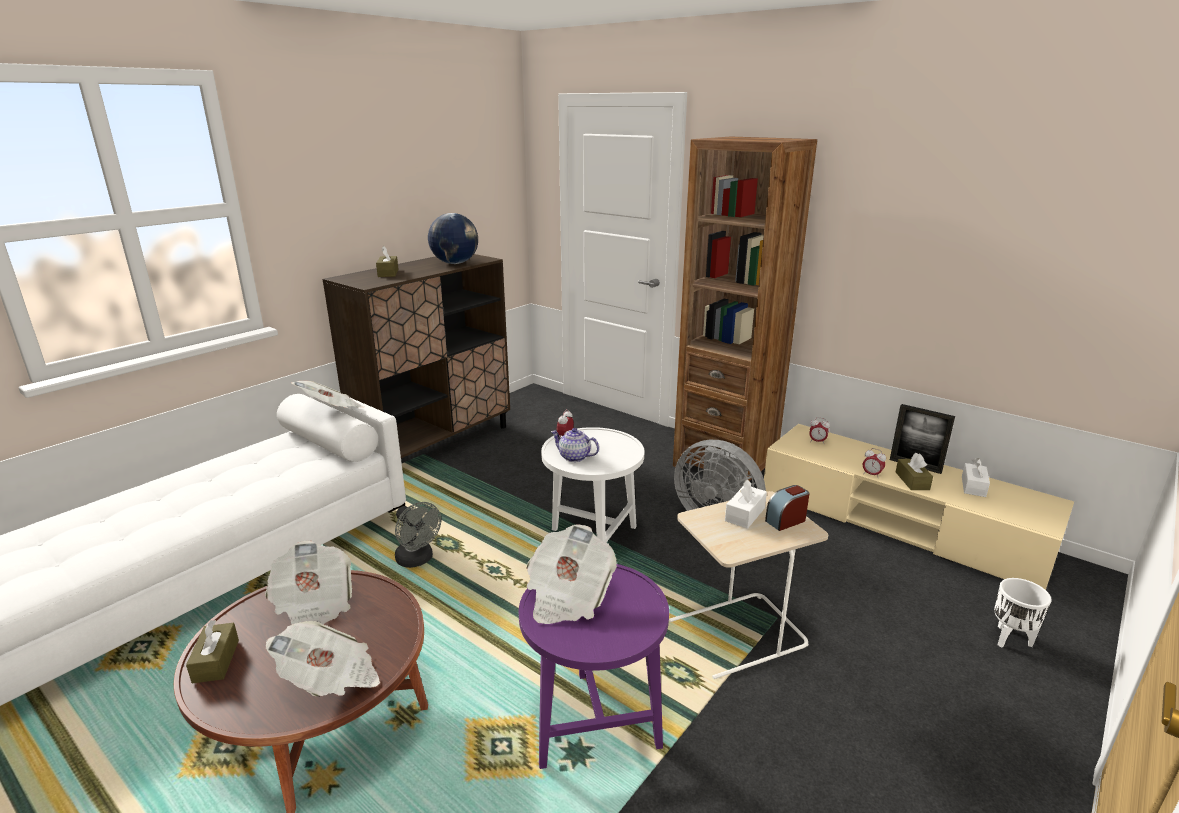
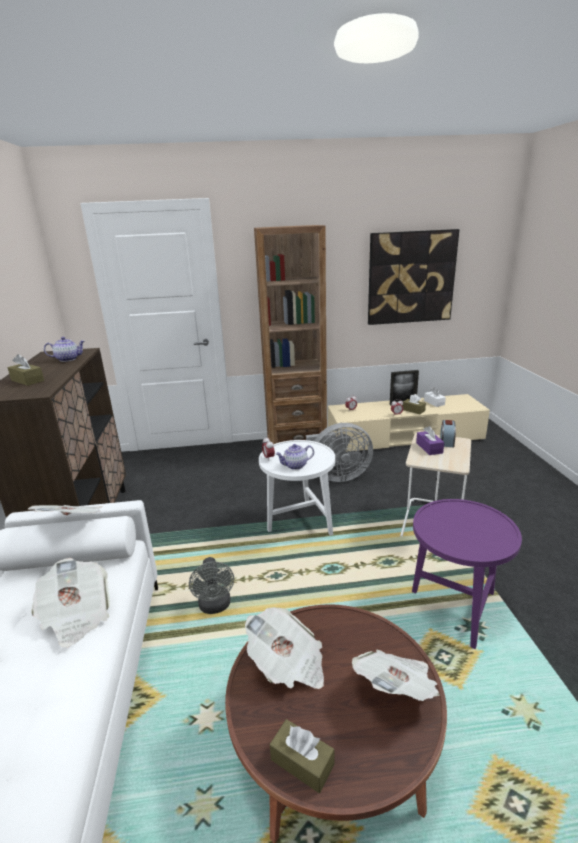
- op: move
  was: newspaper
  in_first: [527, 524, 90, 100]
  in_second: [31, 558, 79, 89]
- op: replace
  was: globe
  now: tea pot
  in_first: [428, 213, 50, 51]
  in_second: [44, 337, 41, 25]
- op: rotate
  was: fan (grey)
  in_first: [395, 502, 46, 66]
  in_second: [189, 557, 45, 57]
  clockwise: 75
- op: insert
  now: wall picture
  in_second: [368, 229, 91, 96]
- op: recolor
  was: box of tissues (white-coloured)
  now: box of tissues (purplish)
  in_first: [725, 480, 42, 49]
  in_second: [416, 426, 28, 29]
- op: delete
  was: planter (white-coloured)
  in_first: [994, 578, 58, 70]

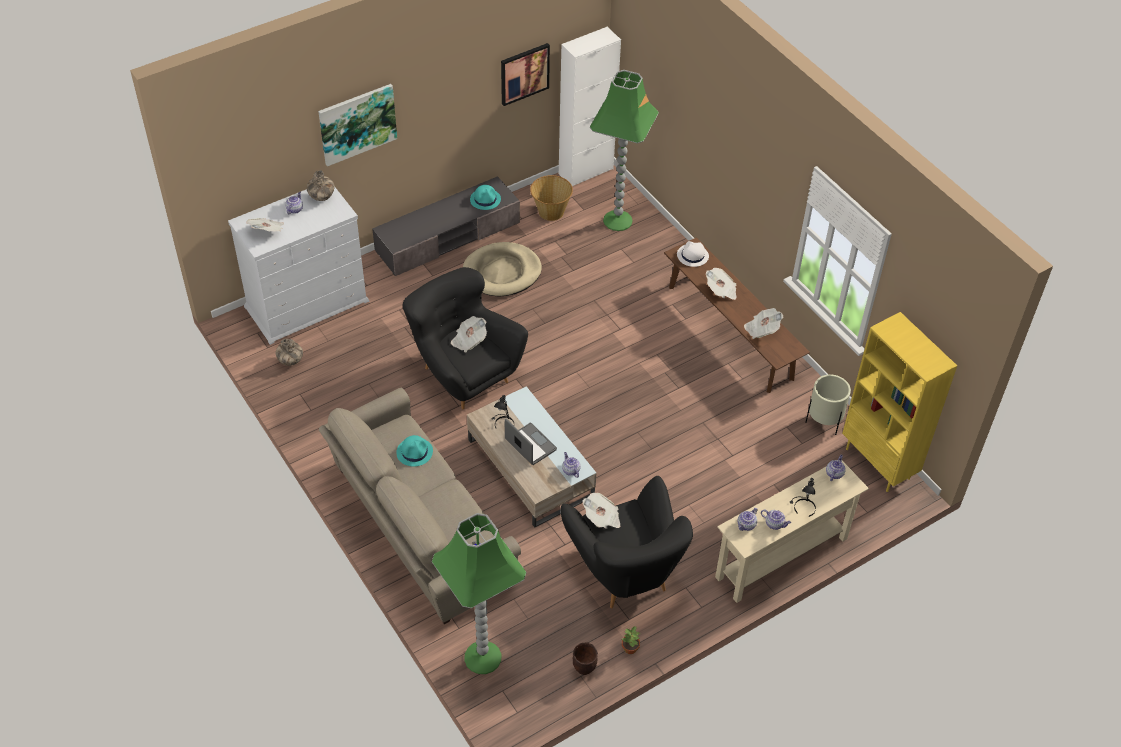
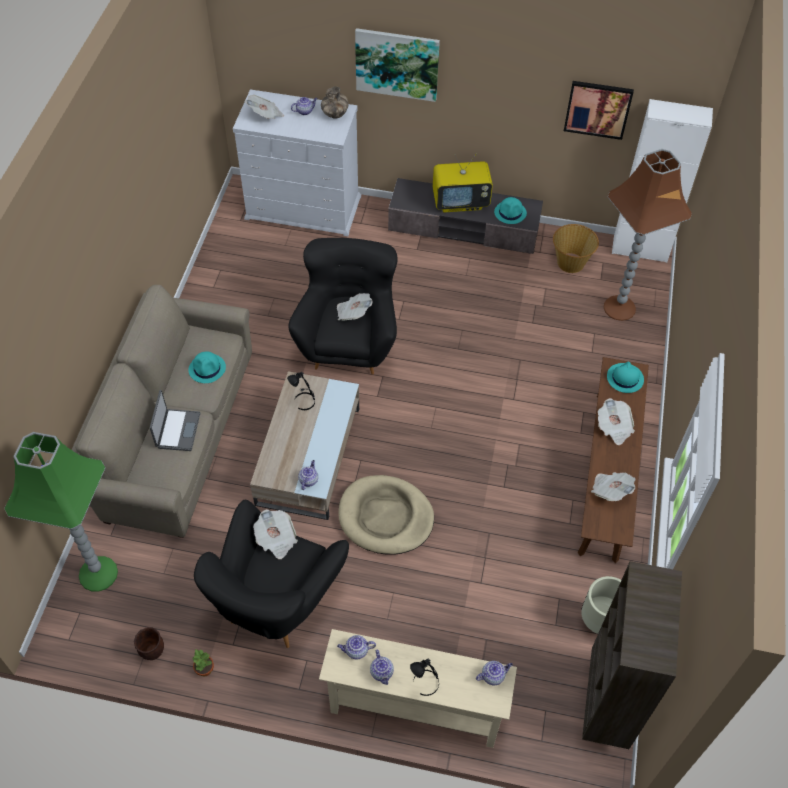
- op: move
  was: notebook computer
  in_first: [505, 419, 52, 46]
  in_second: [150, 390, 50, 61]
- op: move
  was: pet bed (beige-coloured)
  in_first: [463, 242, 79, 55]
  in_second: [338, 475, 96, 79]
- op: insert
  now: TV set
  in_second: [433, 153, 60, 59]
- op: recolor
  was: shelving unit (yellow-coloured)
  now: shelving unit (brown-coloured)
  in_first: [842, 312, 115, 180]
  in_second: [582, 561, 100, 188]
- op: recolor
  was: standard lamp (green)
  now: standard lamp (brown-coloured)
  in_first: [590, 70, 69, 161]
  in_second: [604, 149, 88, 172]
- op: recolor
  was: clothing hat (white-coloured)
  now: clothing hat (blue-green)
  in_first: [677, 241, 32, 26]
  in_second: [607, 362, 37, 31]
- op: delete
  was: decorative vase
  in_first: [276, 339, 27, 27]

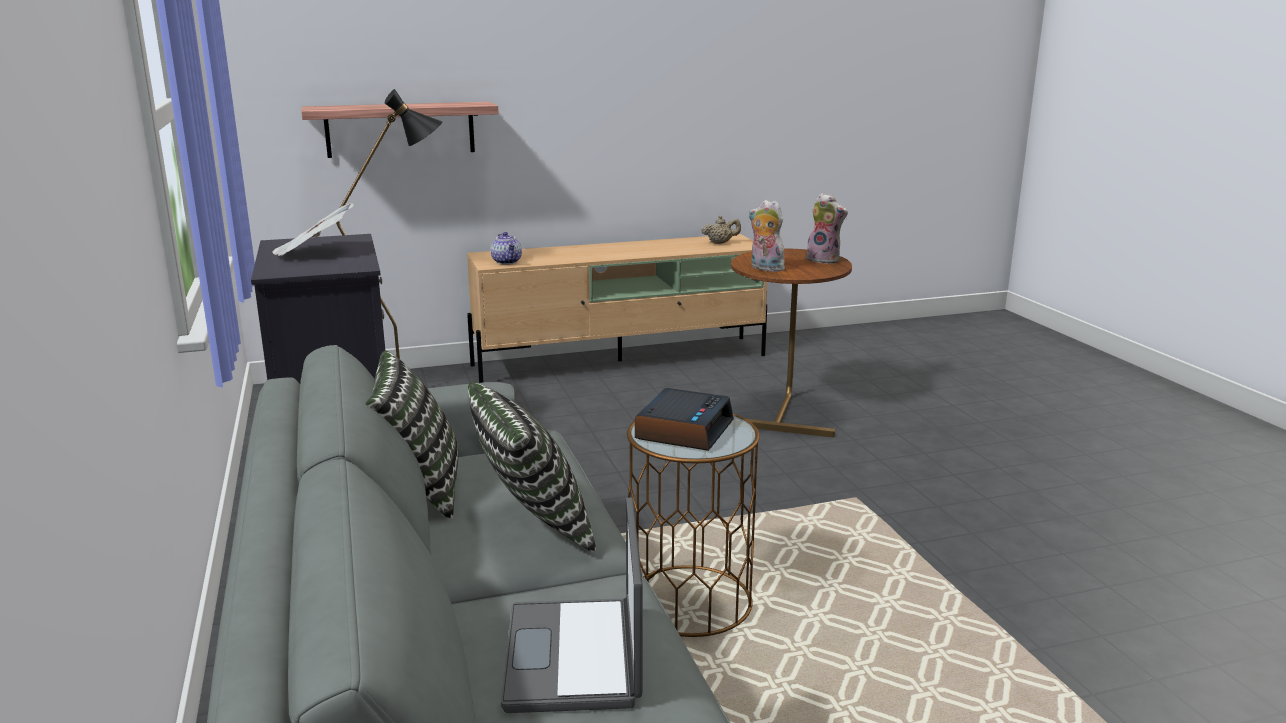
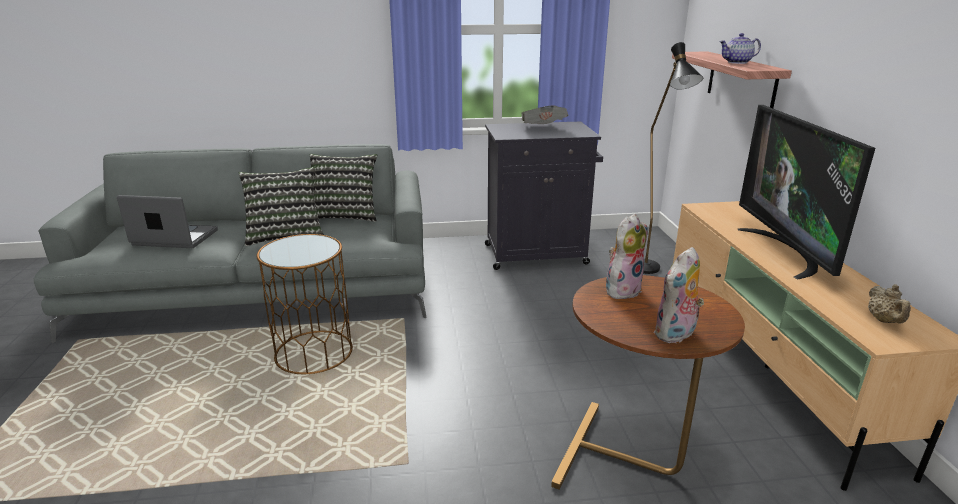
- op: move
  was: tea pot
  in_first: [491, 232, 31, 33]
  in_second: [720, 33, 41, 31]
- op: insert
  now: TV set
  in_second: [737, 105, 138, 174]
- op: delete
  was: alarm clock
  in_first: [635, 388, 99, 63]

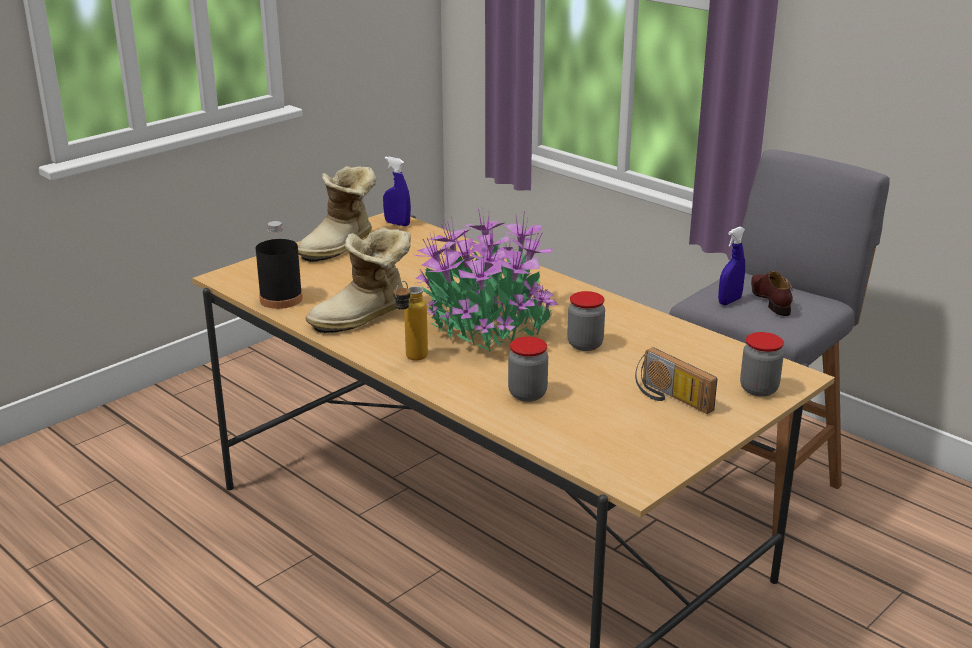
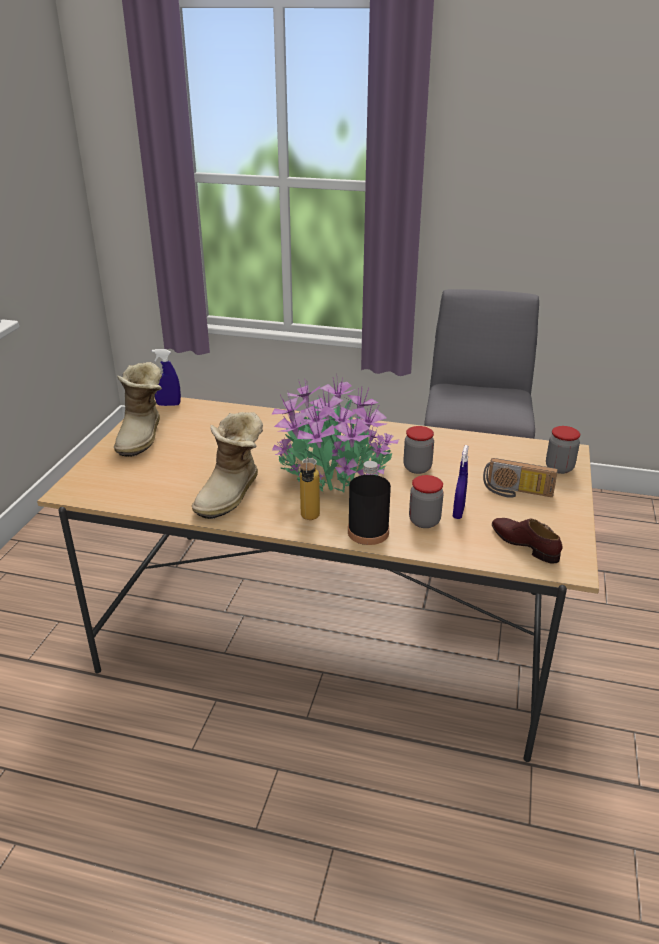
- op: move
  was: bottle (blackish)
  in_first: [256, 221, 47, 88]
  in_second: [348, 461, 43, 84]
- op: move
  was: spray bottle (blue-coloured)
  in_first: [718, 227, 27, 78]
  in_second: [453, 445, 16, 74]
- op: move
  was: item of footwear (brown-coloured)
  in_first: [751, 271, 42, 45]
  in_second: [492, 518, 70, 46]

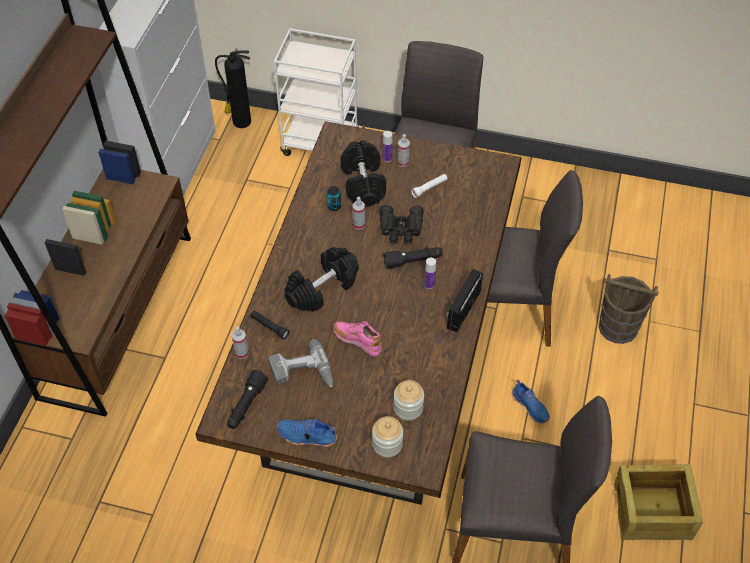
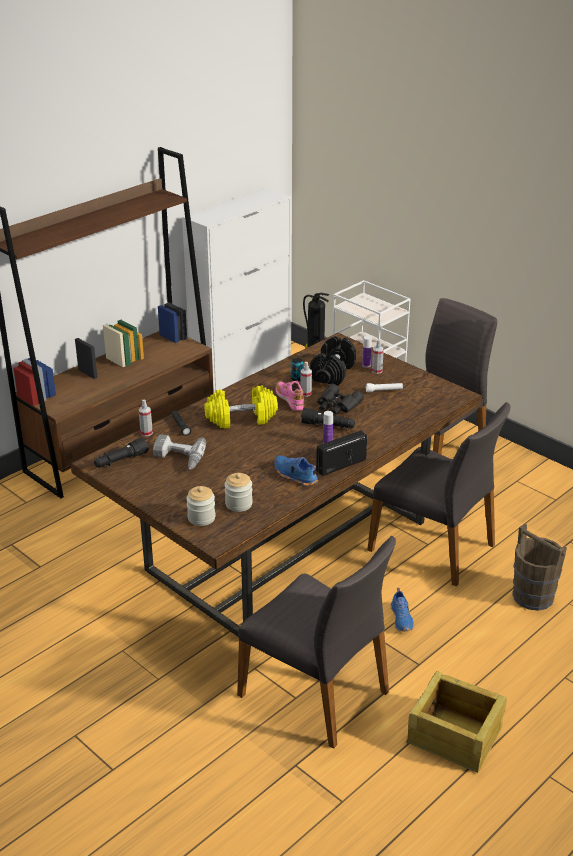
- op: recolor
  was: dumbbell (blackish)
  now: dumbbell (yellow-coloured)
  in_first: [285, 247, 73, 65]
  in_second: [204, 385, 74, 44]
- op: move
  was: item of footwear (blue-coloured)
  in_first: [277, 419, 61, 28]
  in_second: [274, 455, 44, 31]
- op: move
  was: item of footwear (pink-coloured)
  in_first: [333, 321, 49, 35]
  in_second: [276, 381, 28, 30]

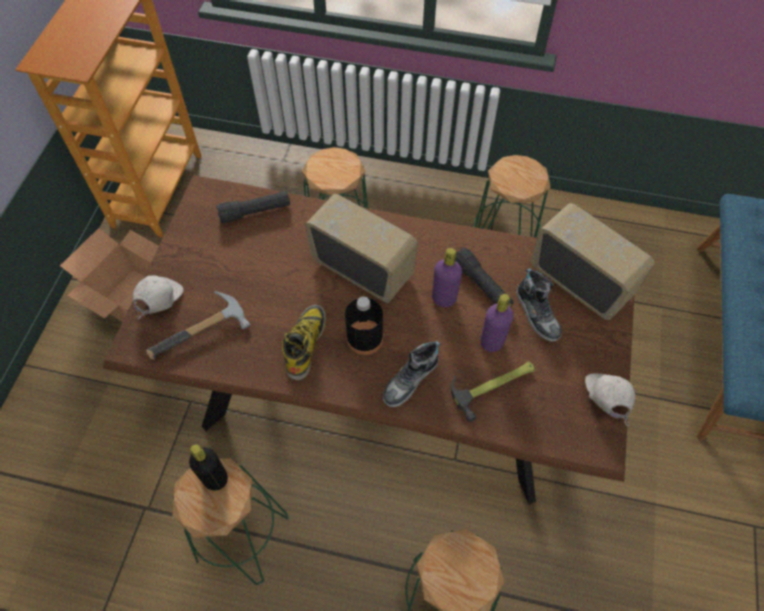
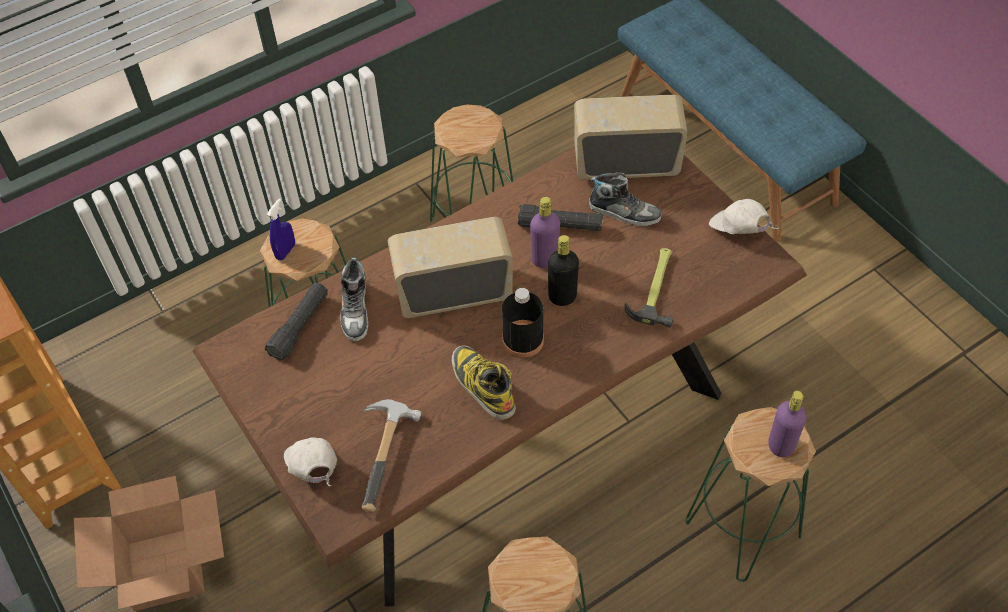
- op: insert
  now: spray bottle (blue-coloured)
  in_second: [267, 198, 28, 63]
- op: move
  was: item of footwear
  in_first: [383, 341, 58, 66]
  in_second: [341, 258, 28, 83]
- op: move
  was: bottle (blackish)
  in_first: [189, 444, 39, 46]
  in_second: [548, 235, 31, 71]
- op: move
  was: bottle (purplish)
  in_first: [480, 294, 33, 58]
  in_second: [768, 391, 38, 66]

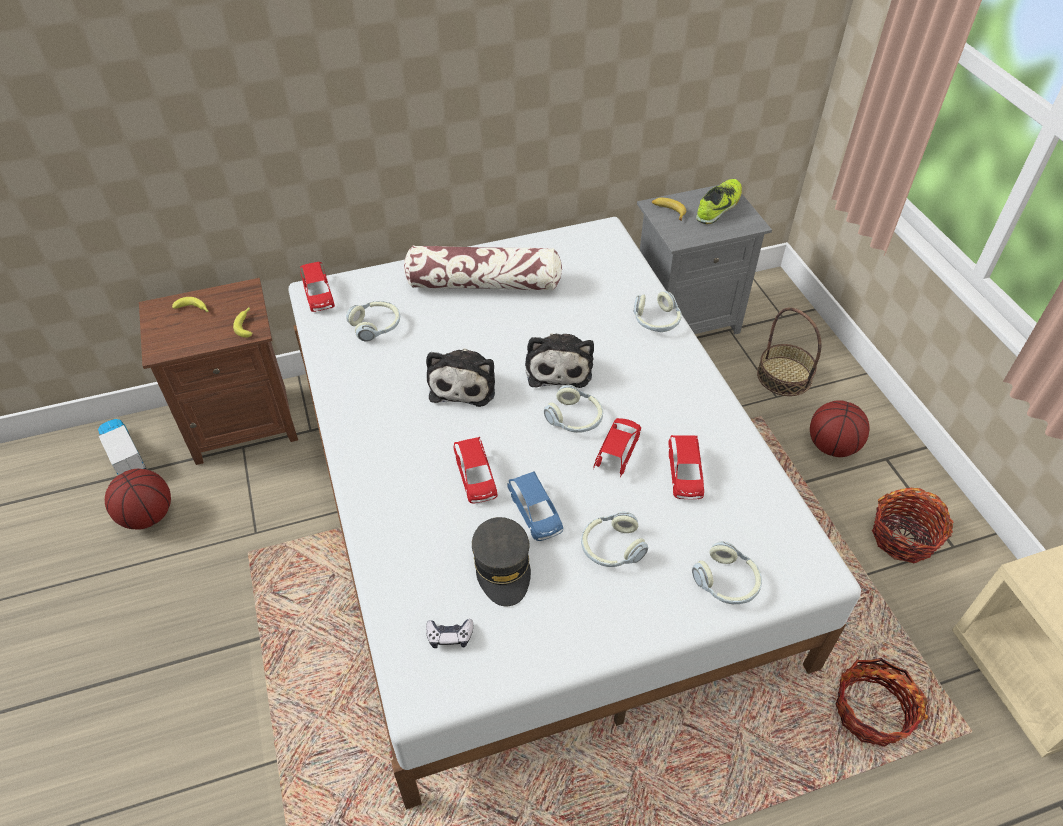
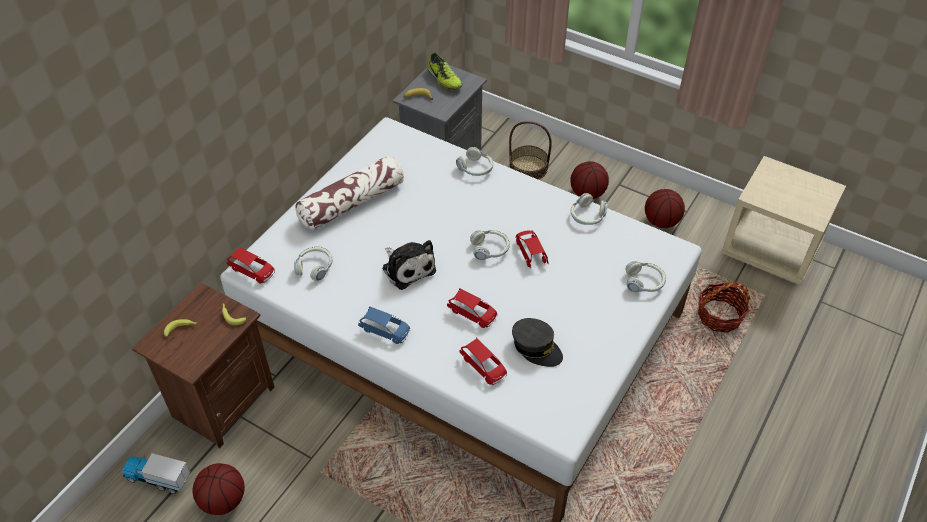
- op: move
  was: miniature car (blue-coloured)
  in_first: [507, 472, 56, 69]
  in_second: [358, 307, 52, 37]
- op: rotate
  was: item of footwear
  in_first: [696, 179, 46, 45]
  in_second: [428, 52, 34, 38]
  clockwise: 150
- op: move
  was: miniature car (red-coloured)
  in_first: [668, 435, 36, 64]
  in_second: [460, 338, 47, 47]
- op: move
  was: headset
  in_first: [581, 512, 67, 55]
  in_second: [571, 193, 37, 32]
- op: replace
  was: household basket
  now: basketball
  in_first: [872, 488, 81, 76]
  in_second: [645, 189, 40, 39]
- op: delete
  was: joypad
  in_first: [426, 619, 47, 29]
- op: delete
  was: soft toy
  in_first: [525, 333, 69, 55]

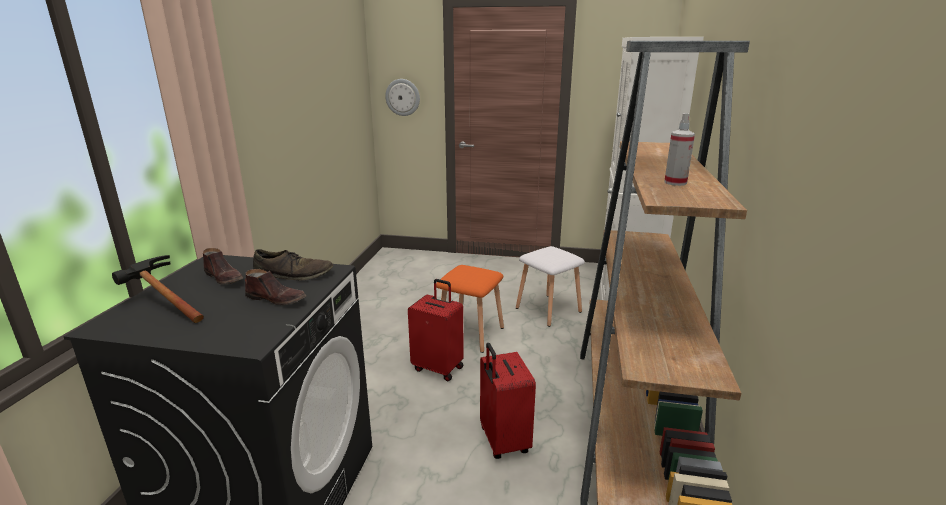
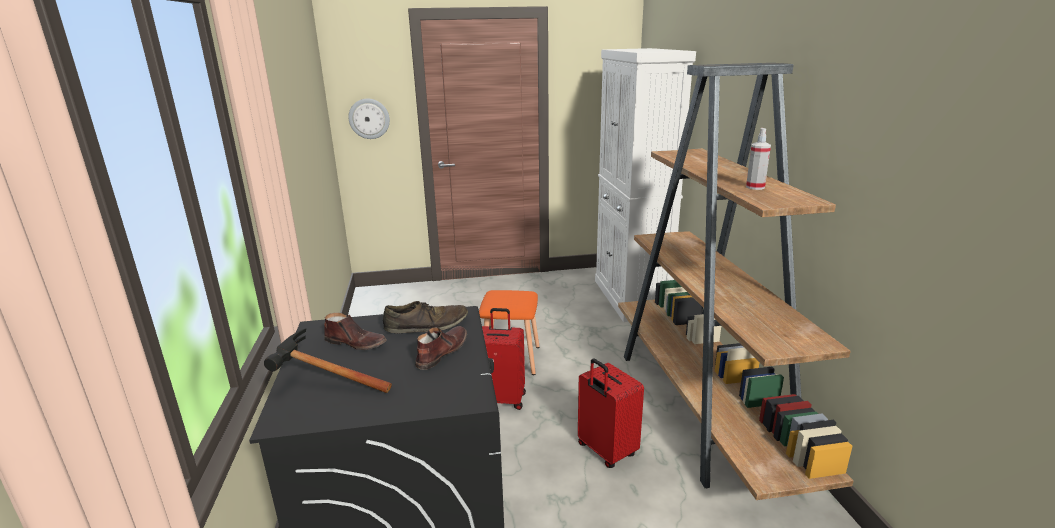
- op: rotate
  was: item of footwear (brown-coloured)
  in_first: [245, 269, 61, 36]
  in_second: [415, 326, 52, 44]
  clockwise: -60
- op: delete
  was: stool seat (white-coloured)
  in_first: [516, 246, 69, 81]

